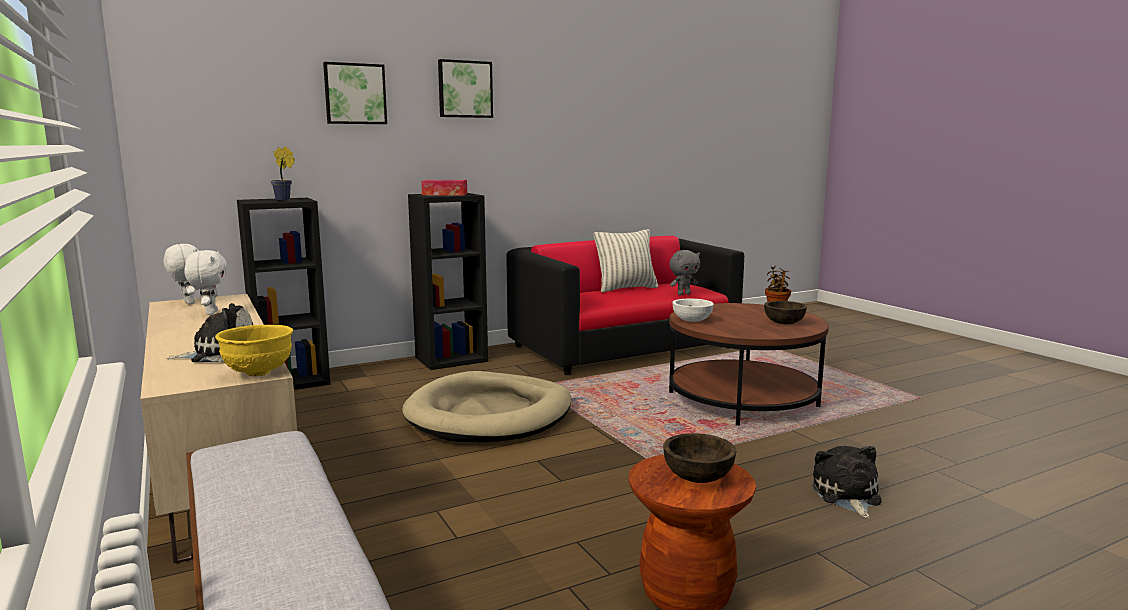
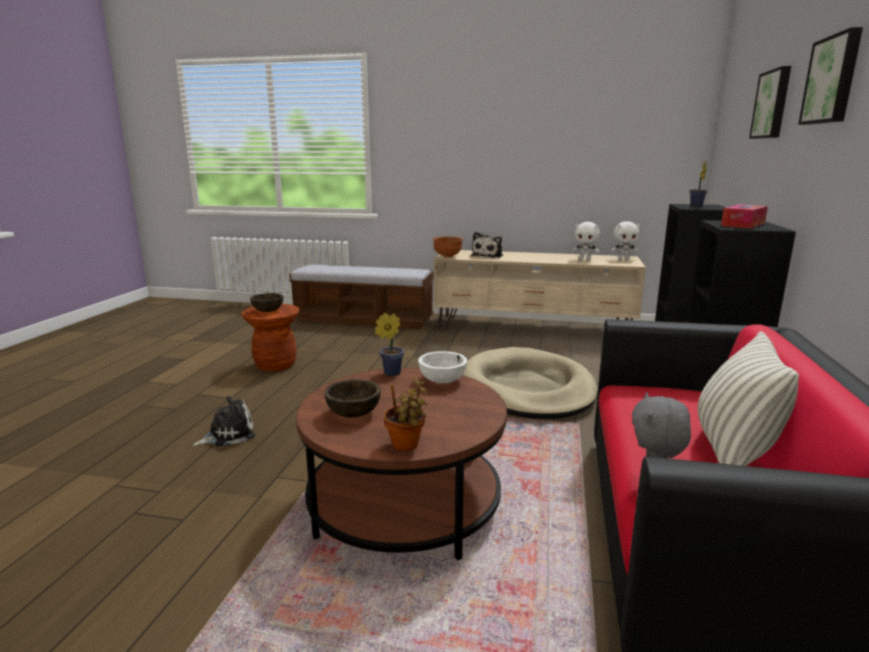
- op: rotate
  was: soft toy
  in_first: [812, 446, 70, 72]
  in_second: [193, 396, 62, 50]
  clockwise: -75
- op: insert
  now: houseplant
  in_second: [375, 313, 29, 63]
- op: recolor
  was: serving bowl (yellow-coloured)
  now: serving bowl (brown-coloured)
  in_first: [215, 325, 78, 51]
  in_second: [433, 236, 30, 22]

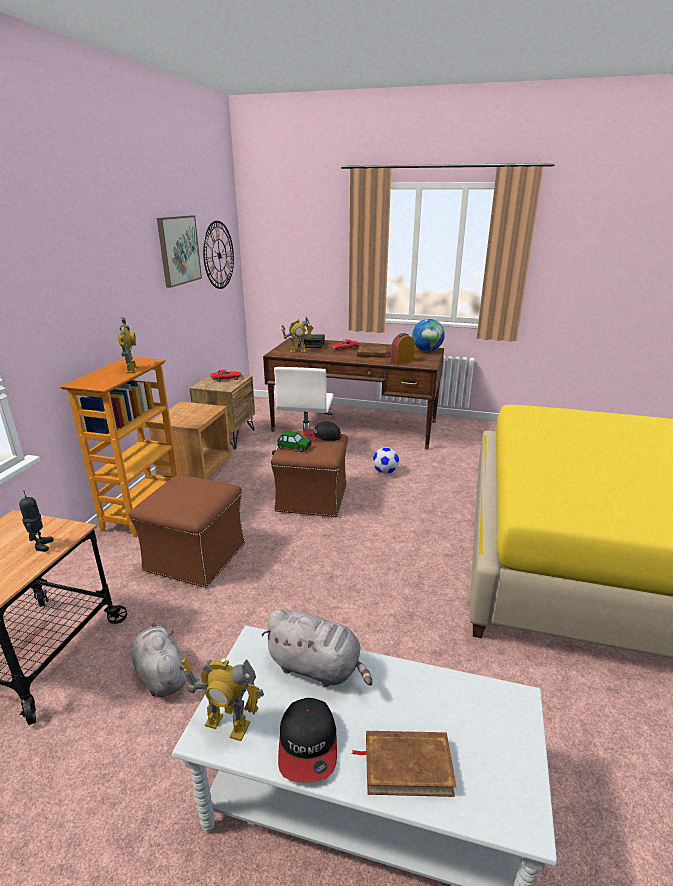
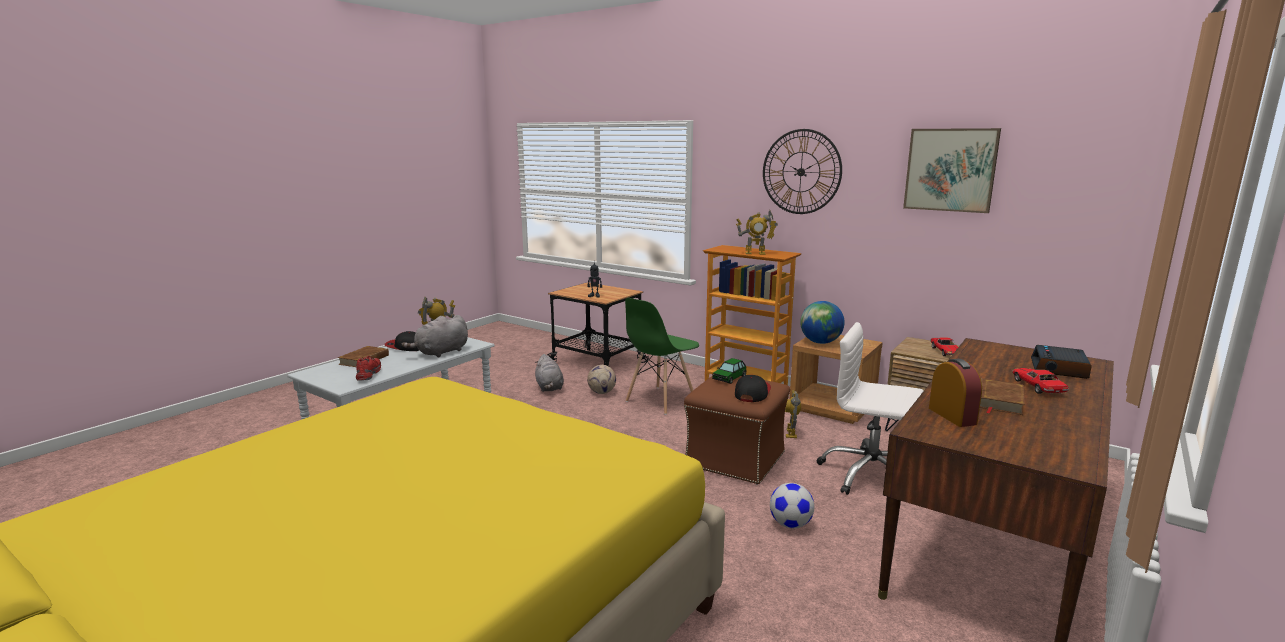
- op: insert
  now: item of footwear (red-coloured)
  in_second: [356, 356, 25, 24]
- op: rotate
  was: soft toy (grey)
  in_first: [132, 623, 55, 74]
  in_second: [535, 354, 29, 38]
  clockwise: 90
- op: insert
  now: football
  in_second: [587, 365, 29, 29]
- op: replace
  was: footrest (brown-coloured)
  now: upright chair (green)
  in_first: [129, 475, 116, 113]
  in_second: [625, 298, 74, 117]
- op: move
  was: clock on the wall
  in_first: [203, 221, 31, 68]
  in_second: [763, 129, 79, 85]
- op: move
  was: toy robot
  in_first: [281, 317, 32, 36]
  in_second: [785, 390, 16, 48]
- op: move
  was: globe
  in_first: [412, 319, 33, 33]
  in_second: [800, 301, 44, 43]

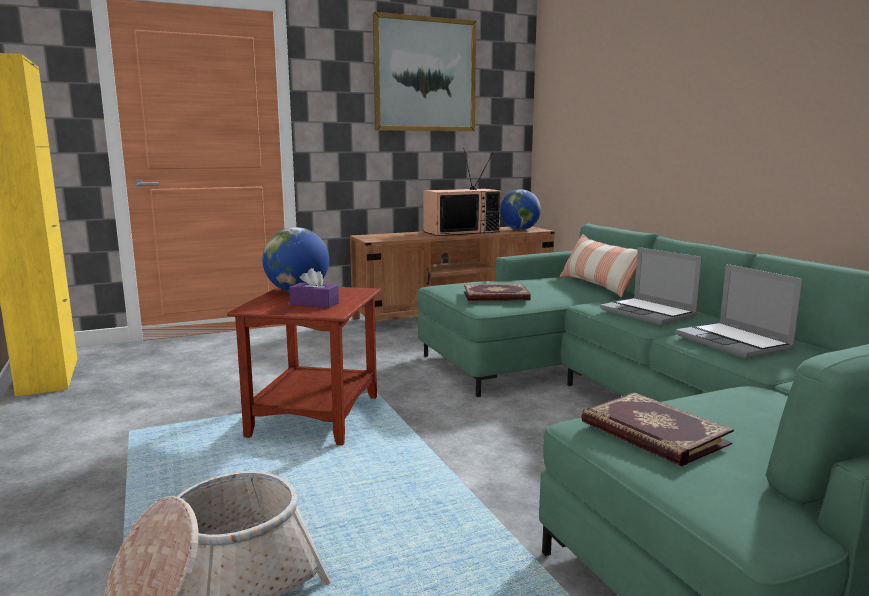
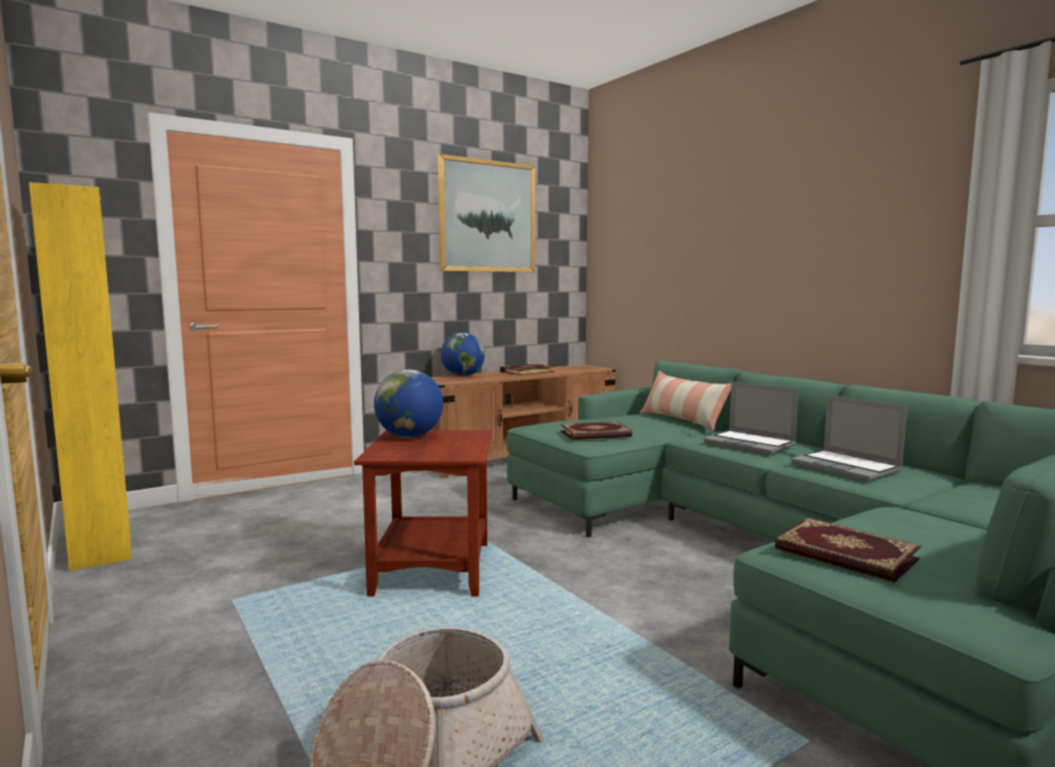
- op: move
  was: globe
  in_first: [500, 189, 41, 41]
  in_second: [441, 333, 44, 44]
- op: replace
  was: TV set
  now: volume
  in_first: [423, 148, 78, 88]
  in_second: [500, 364, 54, 11]
- op: delete
  was: box of tissues (purplish)
  in_first: [289, 268, 50, 40]

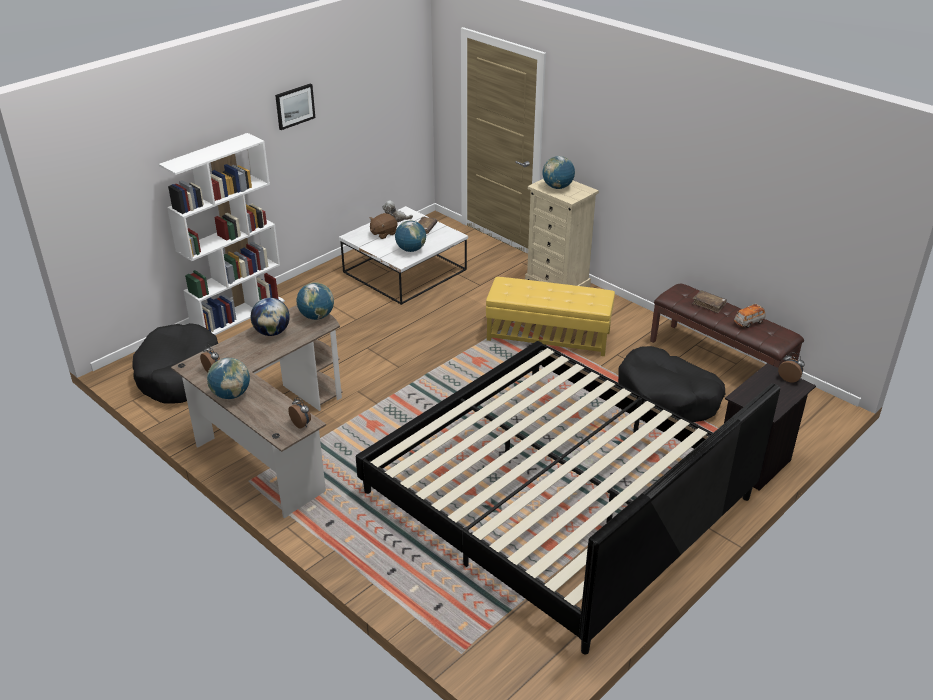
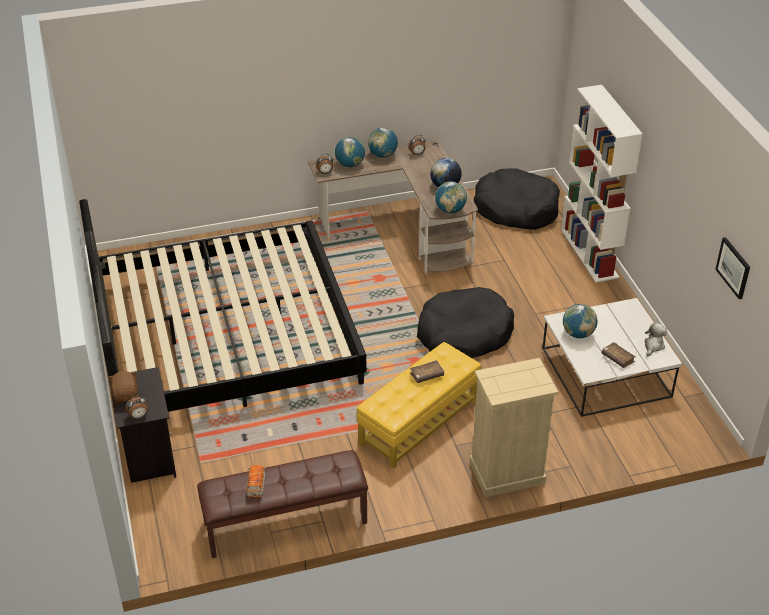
- op: move
  was: soft toy (brown-coloured)
  in_first: [370, 213, 27, 26]
  in_second: [108, 371, 30, 33]
- op: move
  was: globe
  in_first: [542, 156, 33, 33]
  in_second: [335, 137, 30, 30]
- op: move
  was: volume (brown-coloured)
  in_first: [692, 290, 35, 23]
  in_second: [410, 360, 34, 23]
- op: move
  was: pet bed (blackish)
  in_first: [618, 346, 107, 76]
  in_second: [417, 287, 97, 71]
- op: move
  was: wall picture
  in_first: [275, 83, 40, 47]
  in_second: [715, 237, 35, 62]

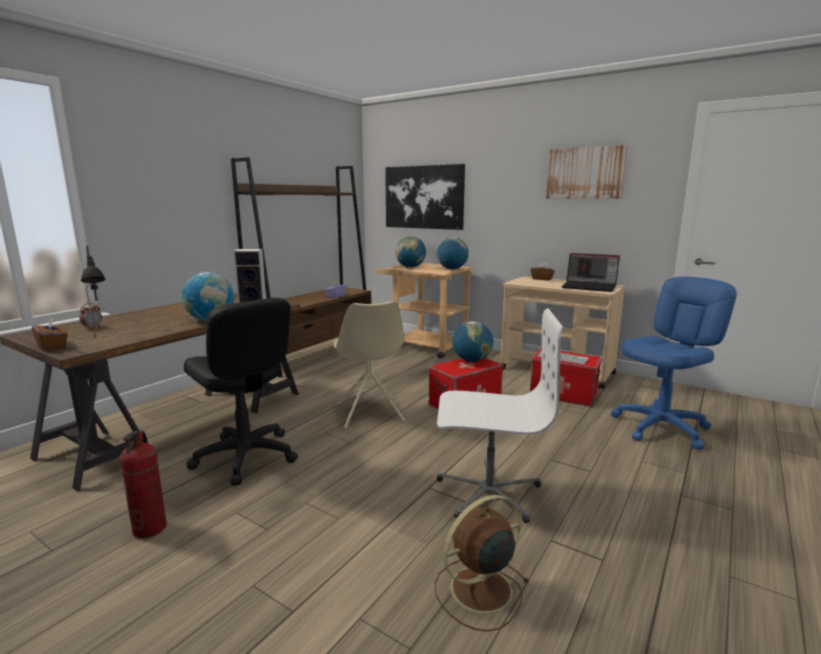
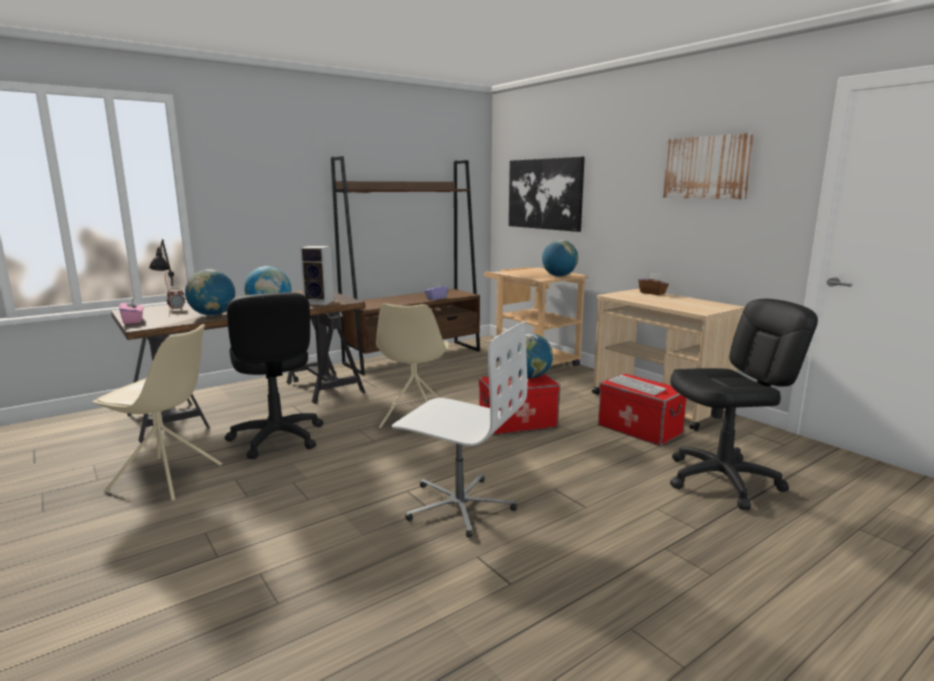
- op: replace
  was: fire extinguisher
  now: upright chair (beige-coloured)
  in_first: [119, 430, 48, 109]
  in_second: [92, 324, 130, 177]
- op: recolor
  was: box of tissues (brown-coloured)
  now: box of tissues (pink-coloured)
  in_first: [31, 317, 37, 34]
  in_second: [119, 297, 25, 27]
- op: move
  was: globe
  in_first: [395, 236, 31, 32]
  in_second: [185, 269, 50, 47]
- op: recolor
  was: office chair (blue-coloured)
  now: office chair (blackish)
  in_first: [611, 277, 126, 173]
  in_second: [670, 299, 148, 211]
- op: delete
  was: fan (brown-coloured)
  in_first: [434, 495, 95, 137]
- op: delete
  was: notebook computer
  in_first: [561, 253, 59, 39]

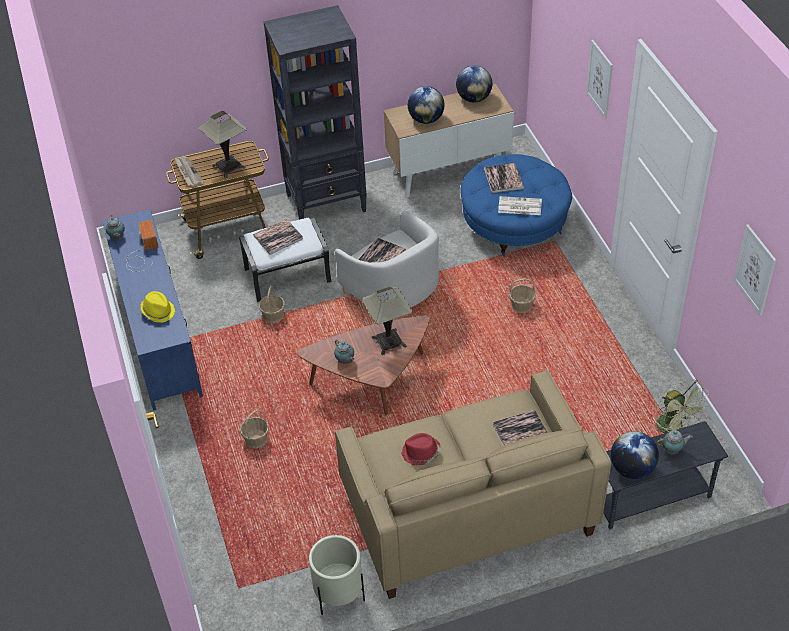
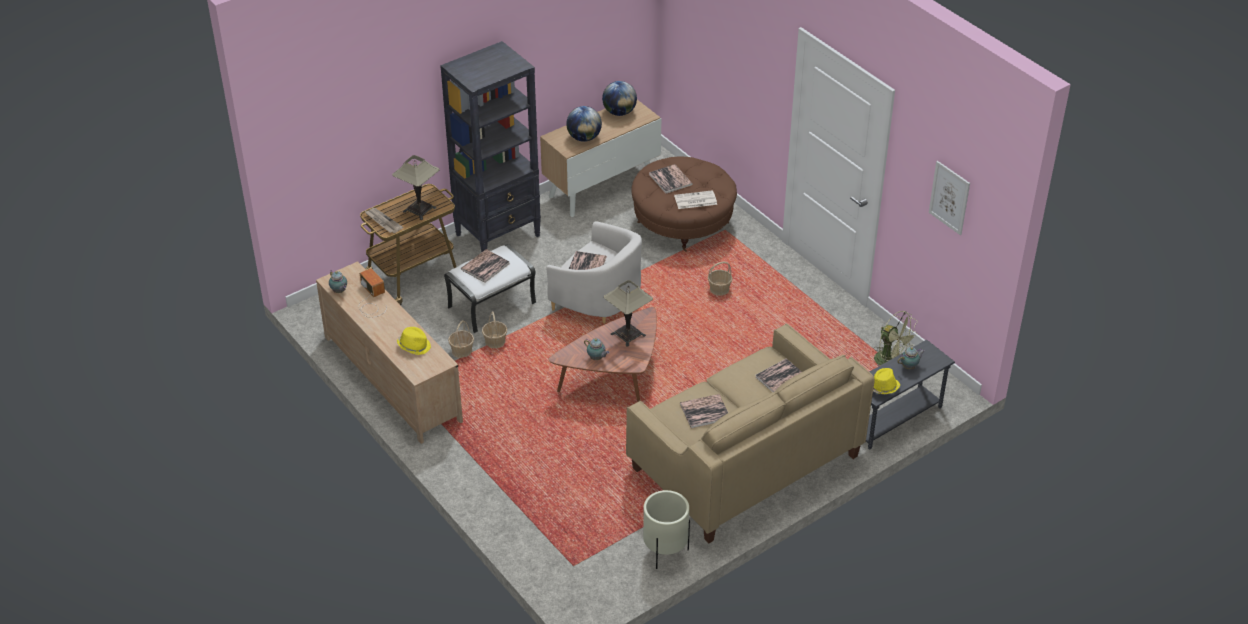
- op: recolor
  was: media console (blue-coloured)
  now: media console (beige-coloured)
  in_first: [102, 209, 101, 202]
  in_second: [316, 261, 147, 183]
- op: move
  was: household basket
  in_first: [240, 409, 29, 39]
  in_second: [448, 320, 26, 38]
- op: recolor
  was: footrest (blue-coloured)
  now: footrest (brown-coloured)
  in_first: [460, 154, 112, 103]
  in_second: [631, 157, 106, 95]
- op: replace
  was: clothing hat (red-coloured)
  now: volume
  in_first: [401, 433, 39, 32]
  in_second: [680, 394, 48, 34]
- op: replace
  was: globe
  now: clothing hat (yellow-coloured)
  in_first: [611, 431, 48, 48]
  in_second: [873, 368, 27, 26]
- op: delete
  was: wall picture
  in_first: [586, 40, 27, 79]

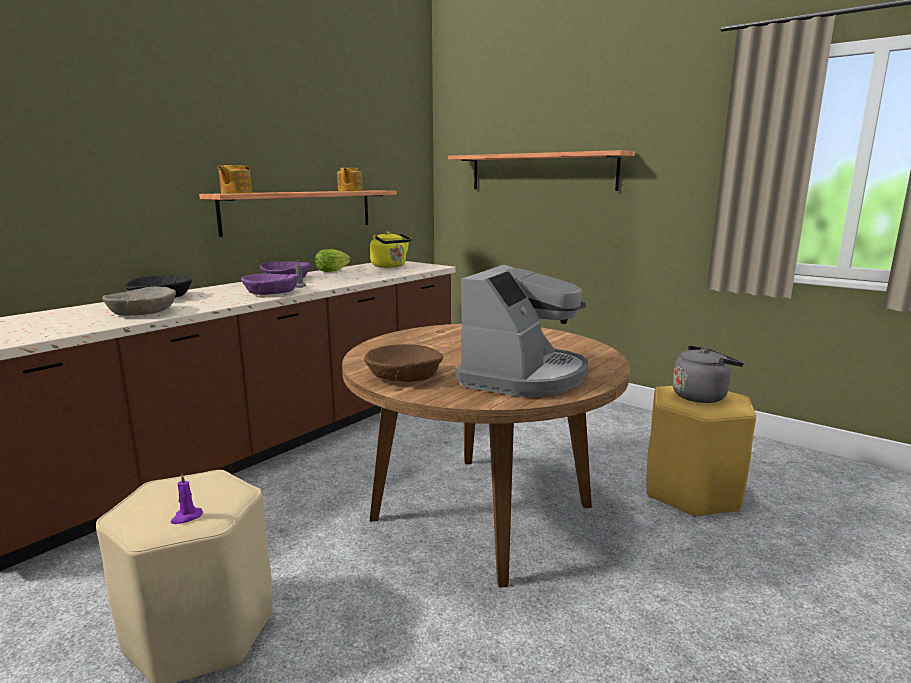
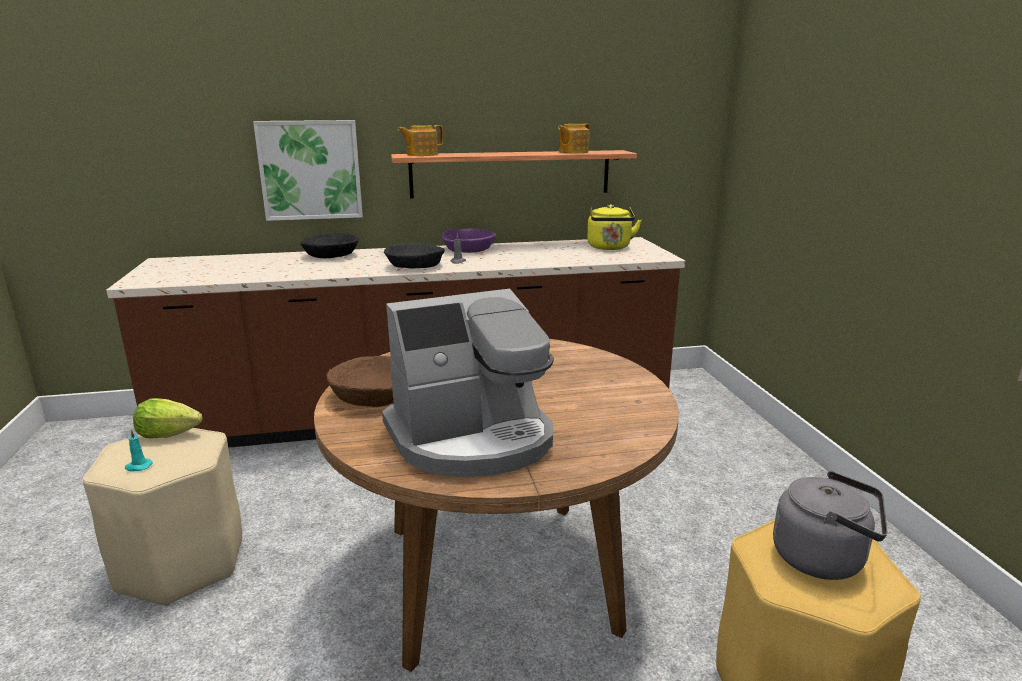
- op: recolor
  was: wax light (purplish)
  now: wax light (blue-green)
  in_first: [171, 474, 32, 50]
  in_second: [125, 430, 28, 41]
- op: move
  was: lettuce head
  in_first: [315, 249, 36, 23]
  in_second: [133, 398, 69, 41]
- op: insert
  now: wall picture
  in_second: [253, 120, 110, 101]
- op: recolor
  was: serving bowl (purplish)
  now: serving bowl (blackish)
  in_first: [241, 273, 58, 22]
  in_second: [384, 243, 61, 25]
- op: delete
  was: serving bowl (beige-coloured)
  in_first: [102, 287, 74, 29]
- op: delete
  was: bracket shelf
  in_first: [448, 150, 187, 41]

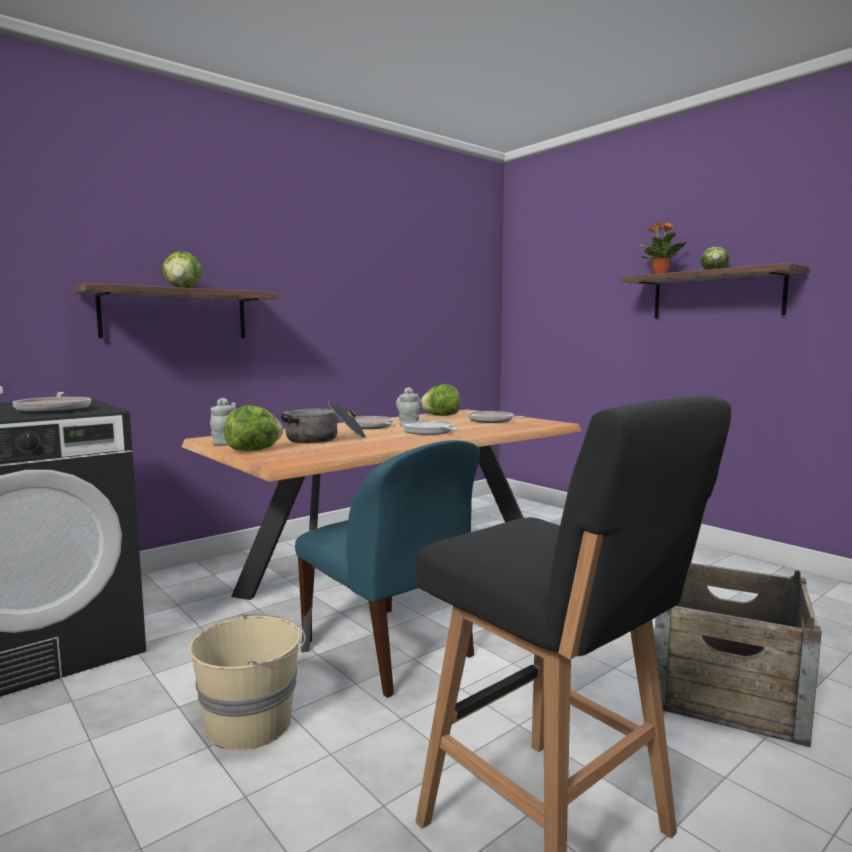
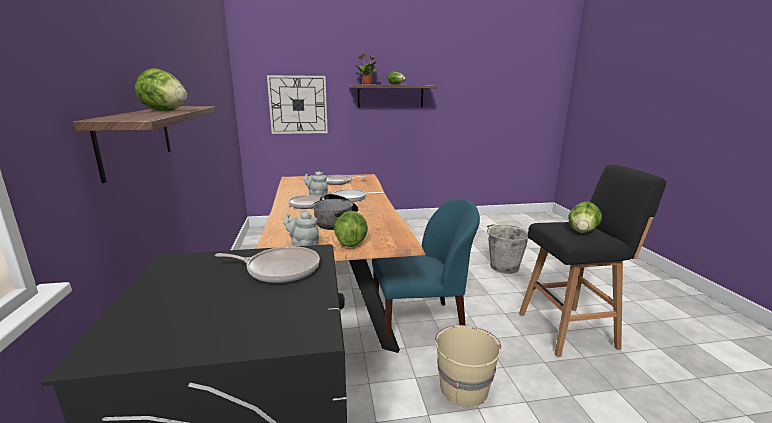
- op: insert
  now: clock on the wall
  in_second: [267, 75, 61, 59]
- op: replace
  was: crate
  now: pail (grey)
  in_first: [654, 563, 168, 184]
  in_second: [487, 224, 41, 50]
- op: move
  was: lettuce head
  in_first: [420, 384, 40, 32]
  in_second: [568, 202, 34, 31]

